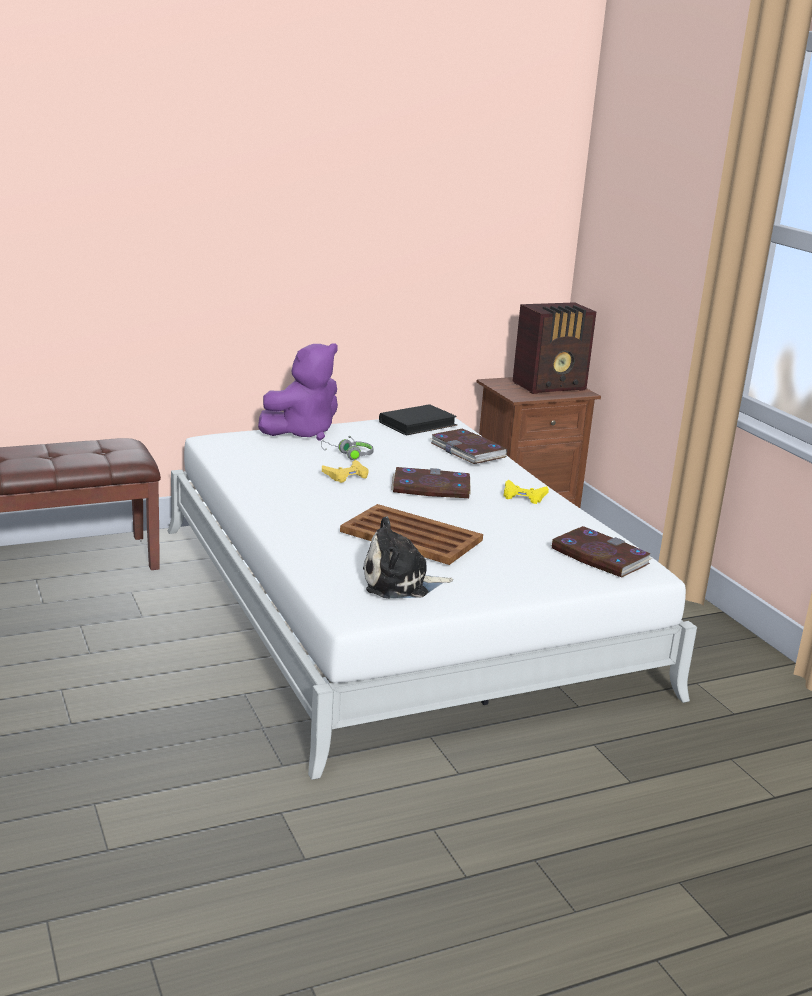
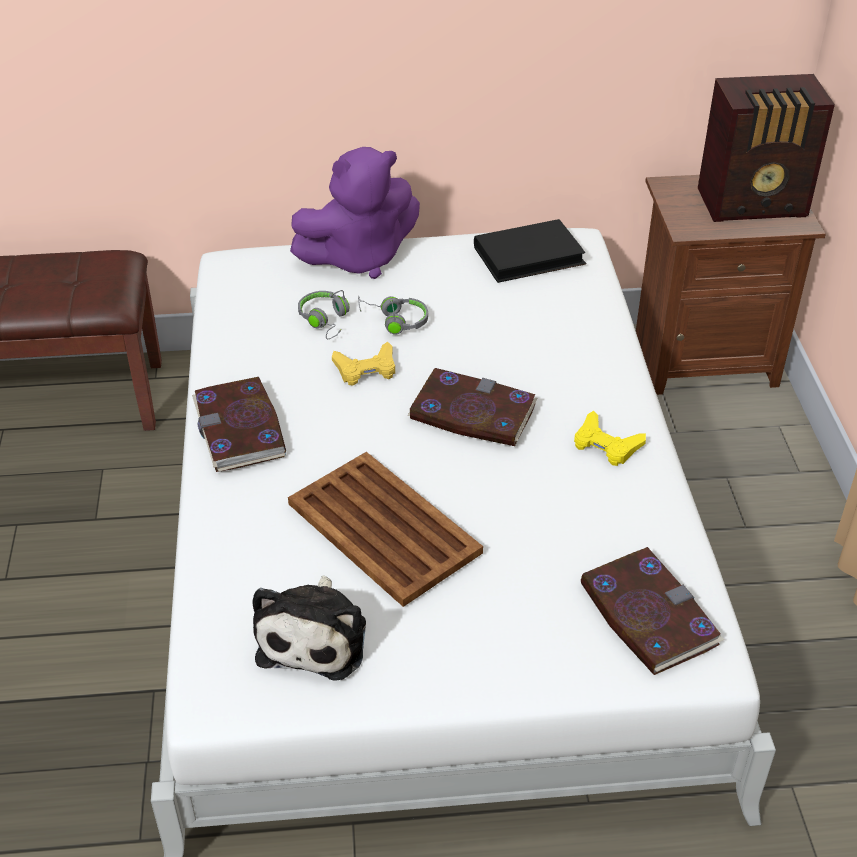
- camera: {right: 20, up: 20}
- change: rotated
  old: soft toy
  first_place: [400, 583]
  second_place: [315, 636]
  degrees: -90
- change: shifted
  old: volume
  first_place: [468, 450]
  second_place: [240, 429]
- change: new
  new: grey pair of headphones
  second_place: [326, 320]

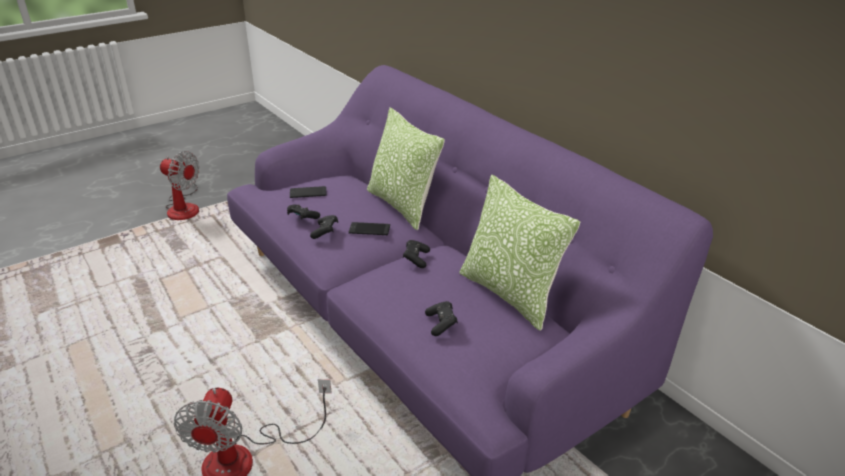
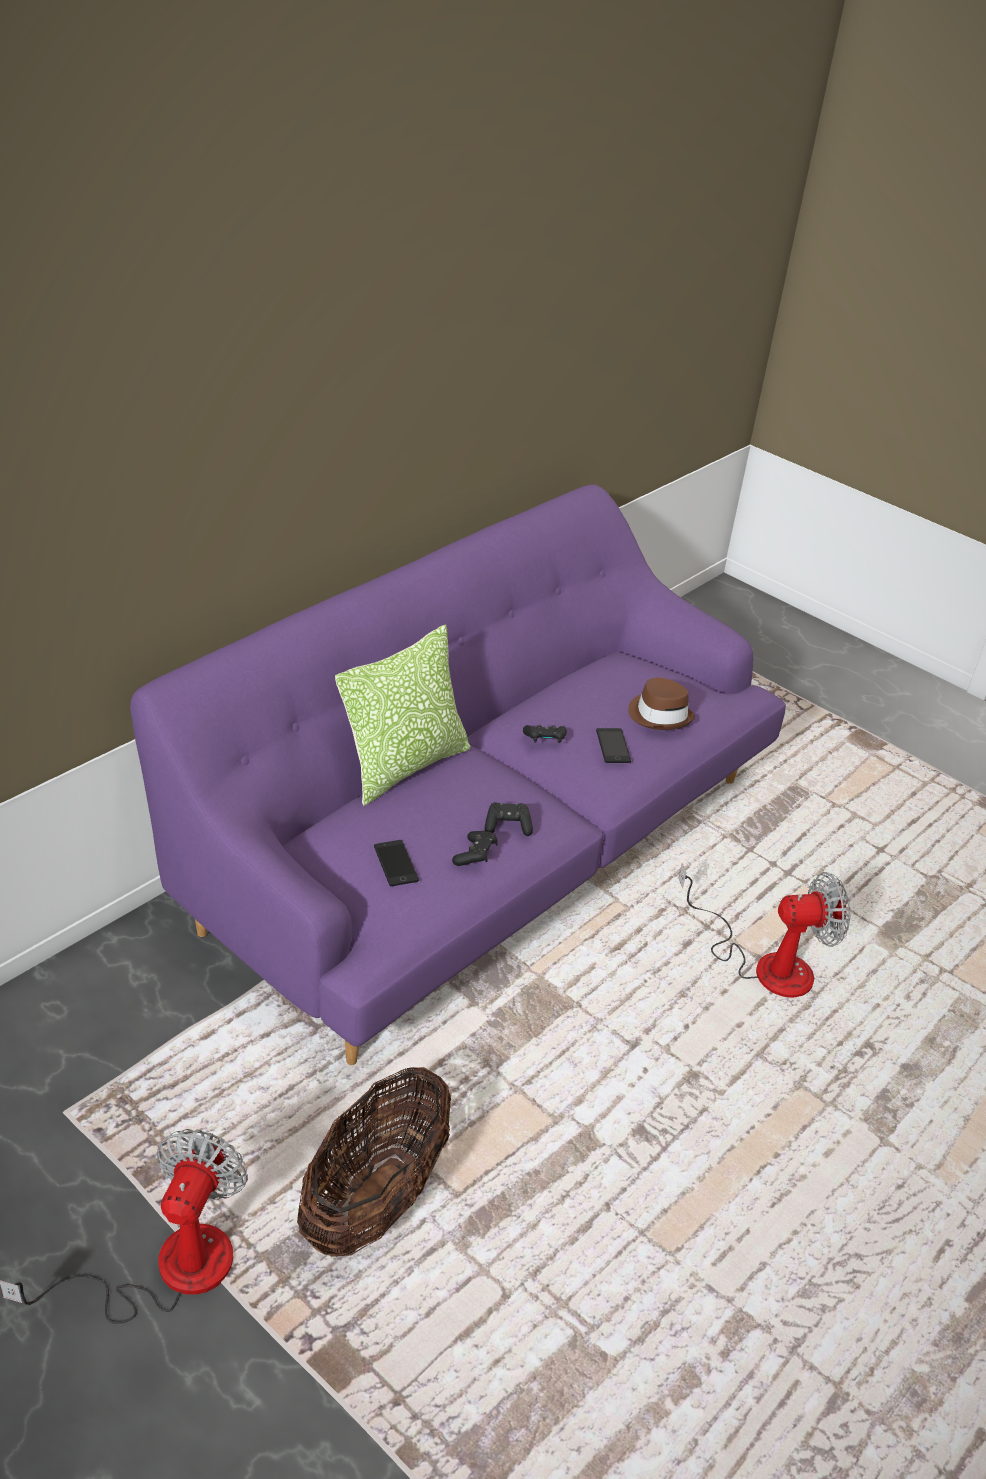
- camera: {right: -105, up: 5}
- change: shifted
  old: phone
  first_place: [369, 229]
  second_place: [613, 746]
- change: swapped
  old: black game controller
  new: brown-coloured wearable hat
  first_place: [441, 324]
  second_place: [660, 715]
- change: gone
  old: pillow
  first_place: [510, 294]
- change: new
  new: storage basket
  second_place: [375, 1199]

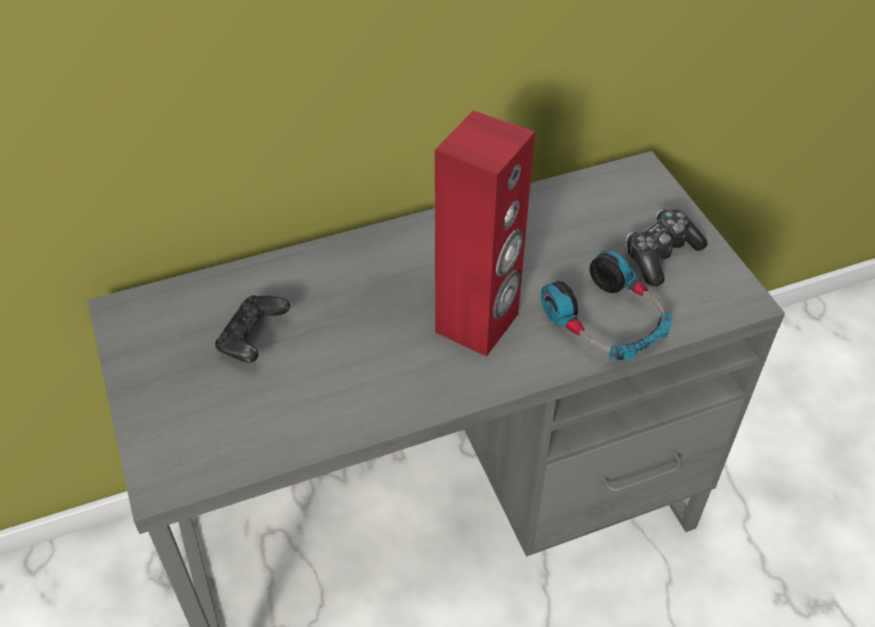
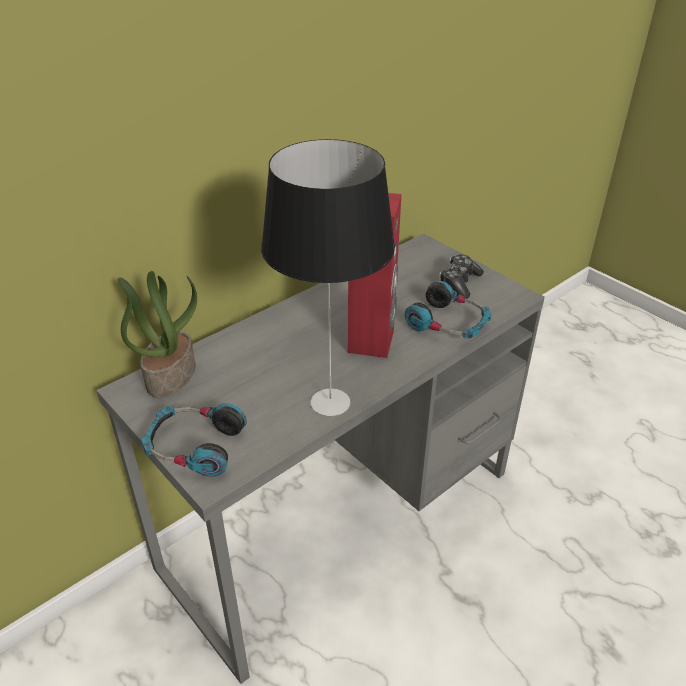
- camera: {right: -20, up: -10}
- change: gone
  old: black game controller
  first_place: [253, 340]
- change: new
  new: potted plant
  second_place: [170, 375]
- change: new
  new: pair of headphones
  second_place: [195, 446]
- change: new
  new: lamp for a table
  second_place: [330, 401]

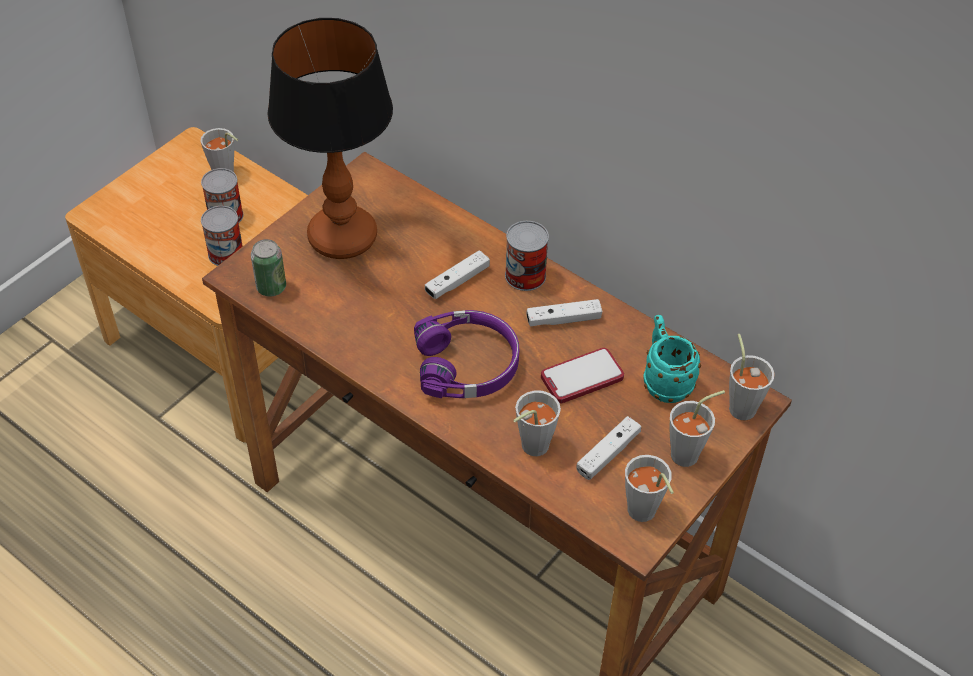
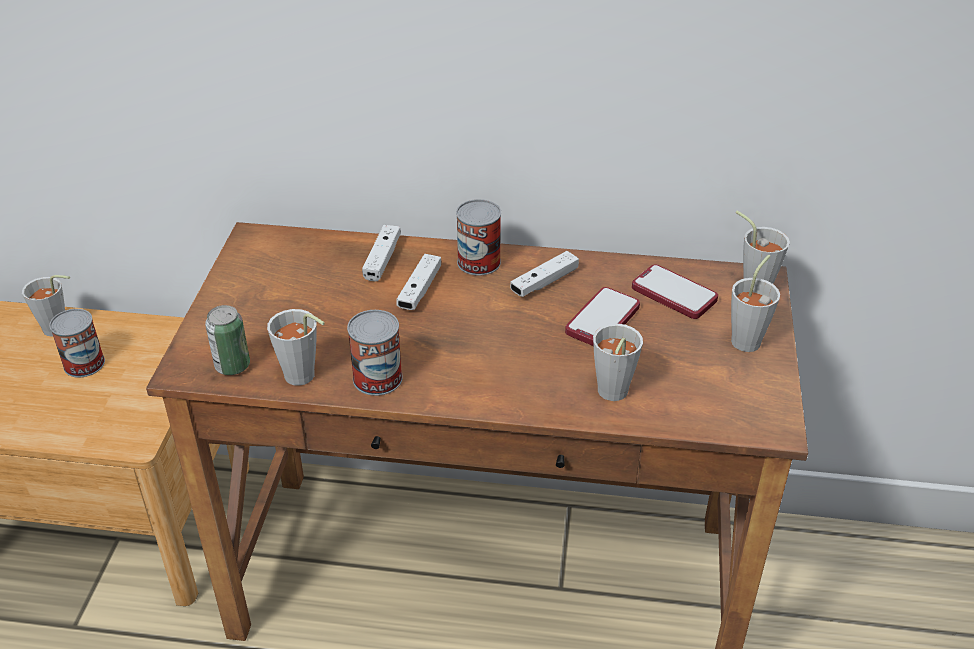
- camera: {right: -30, up: -10}
- change: shifted
  old: metal can
  first_place: [226, 253]
  second_place: [377, 378]
- change: gone
  old: lamp for a table
  first_place: [343, 236]
- change: gone
  old: purple pair of headphones
  first_place: [468, 364]
- change: shifted
  old: whitish game controller
  first_place: [608, 453]
  second_place: [382, 259]
- change: shifted
  old: grey drinking cup
  first_place: [644, 515]
  second_place: [304, 378]
- change: swapped
  old: turquoise-coloured tea mug
  new: phone
  first_place: [664, 381]
  second_place: [674, 294]

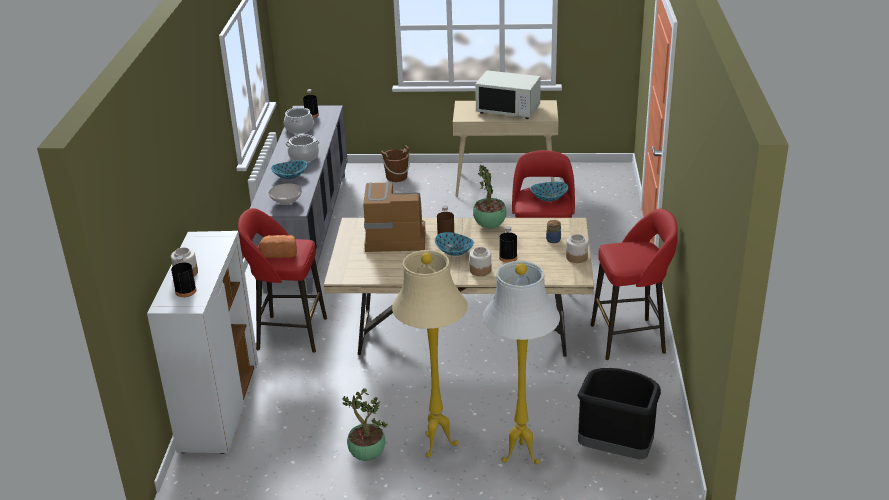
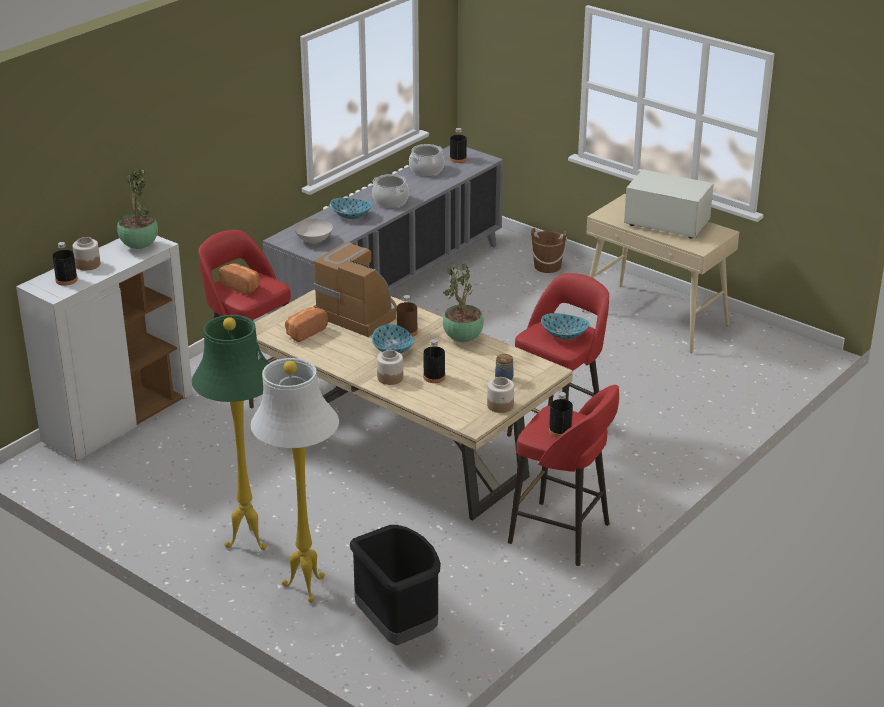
- camera: {right: 35, up: 0}
- change: shifted
  old: potted plant
  first_place: [366, 455]
  second_place: [139, 246]
- change: repainted
  old: beige-coloured floor lamp
  new: green floor lamp
  first_place: [436, 445]
  second_place: [247, 541]
- change: rotated
  old: whitish microwave
  first_place: [508, 110]
  second_place: [666, 224]
  degrees: 150
- change: new
  new: baked bread
  second_place: [304, 332]
- change: new
  new: black beverage bottle
  second_place: [560, 431]

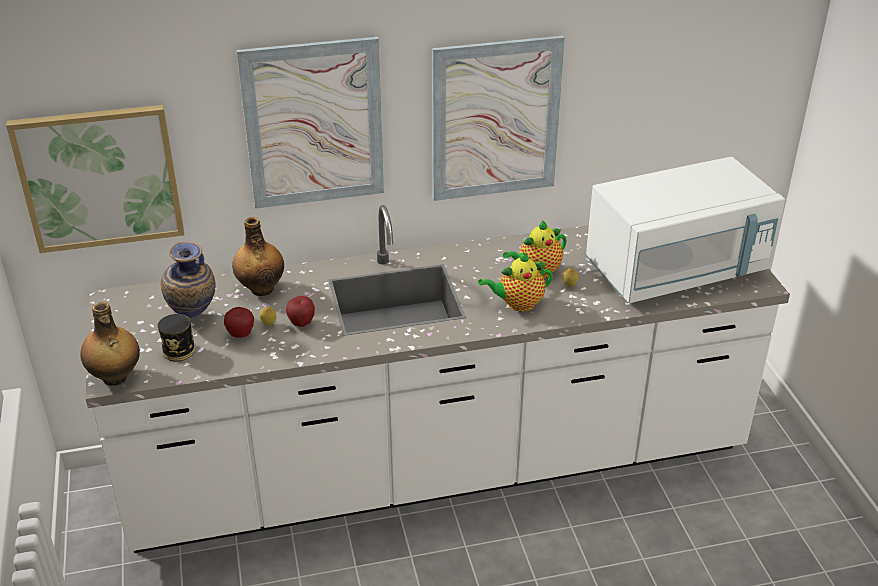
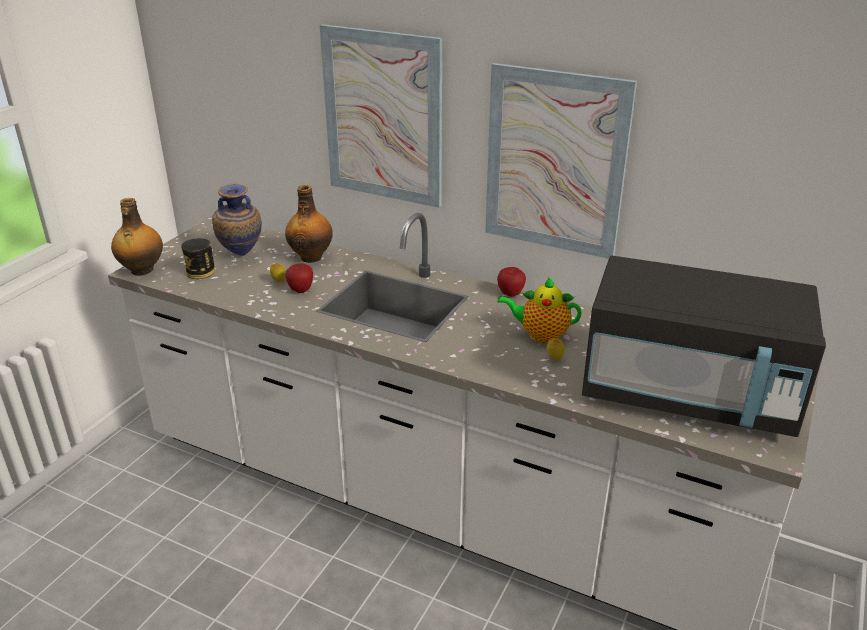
- camera: {right: 40, up: -5}
- change: gone
  old: picture
  first_place: [100, 178]
- change: shifted
  old: apple
  first_place: [241, 335]
  second_place: [510, 294]
- change: gone
  old: teapot
  first_place: [518, 304]
- change: repainted
  old: whitish microwave
  new: black microwave
  first_place: [676, 270]
  second_place: [688, 394]

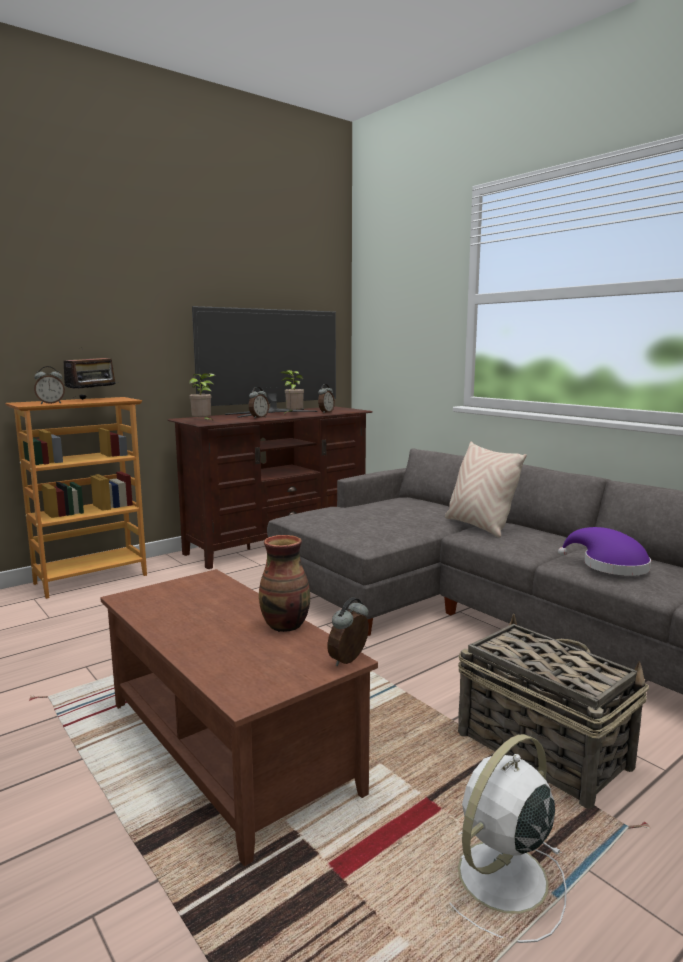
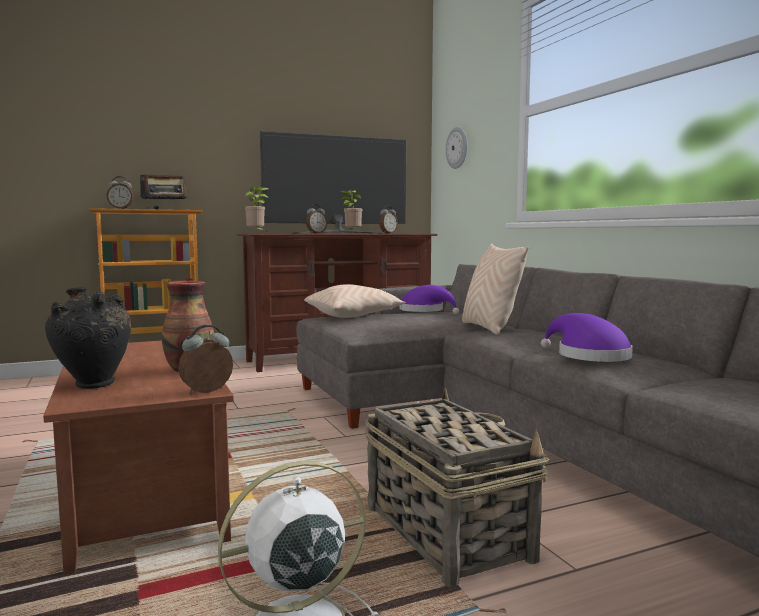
- camera: {right: 15, up: -5}
- change: new
  new: black decorative vase
  second_place: [93, 386]
- change: new
  new: beige-coloured pillow
  second_place: [354, 316]
- change: new
  new: purple wearable hat
  second_place: [425, 311]
- change: new
  new: wall clock
  second_place: [457, 148]

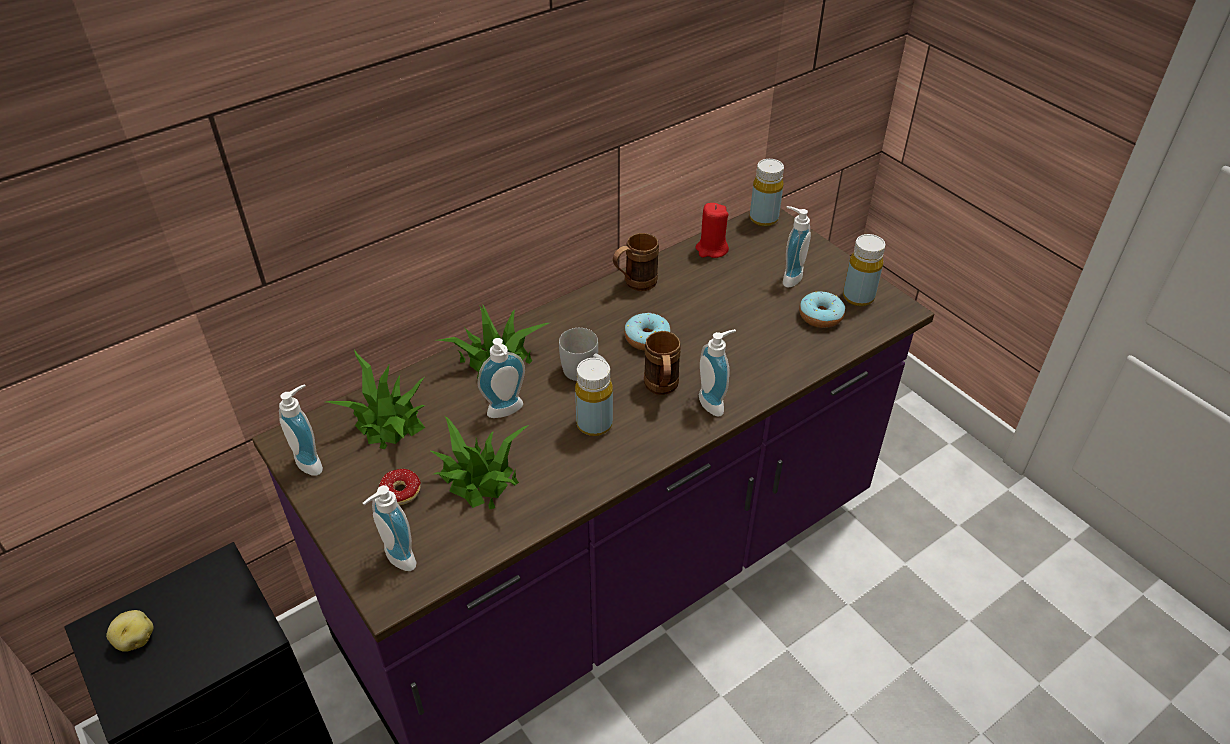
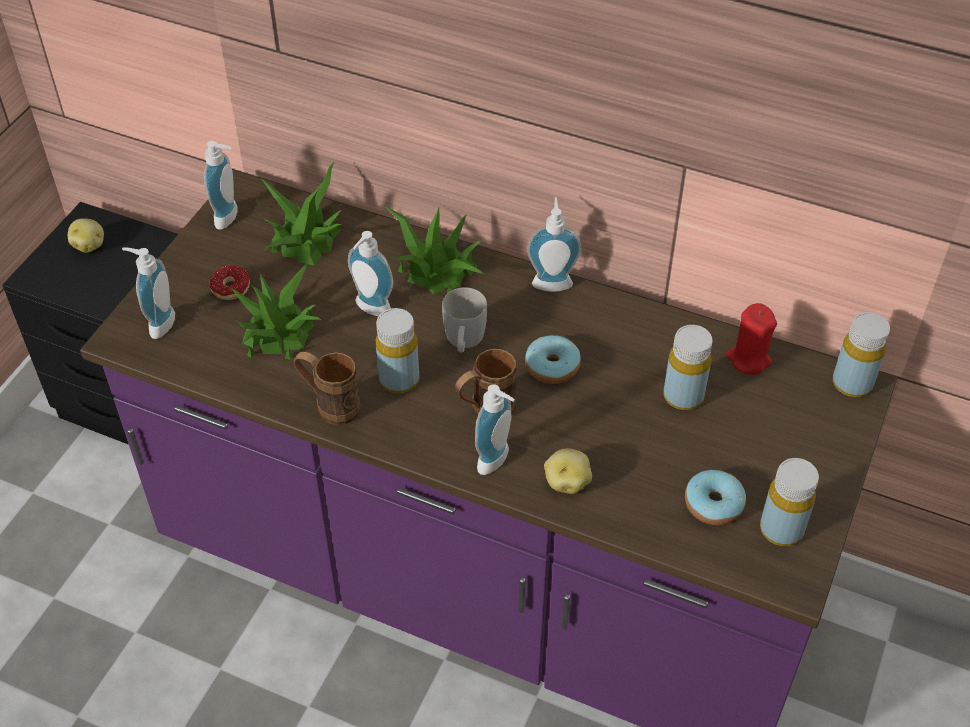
- camera: {right: 60, up: 5}
- change: shifted
  old: brown-coloured tea mug
  first_place: [634, 284]
  second_place: [330, 405]
- change: shifted
  old: soap bottle
  first_place: [789, 277]
  second_place: [552, 281]
- change: new
  new: spud
  second_place: [567, 482]
- change: new
  new: yellow beverage bottle
  second_place: [683, 396]

